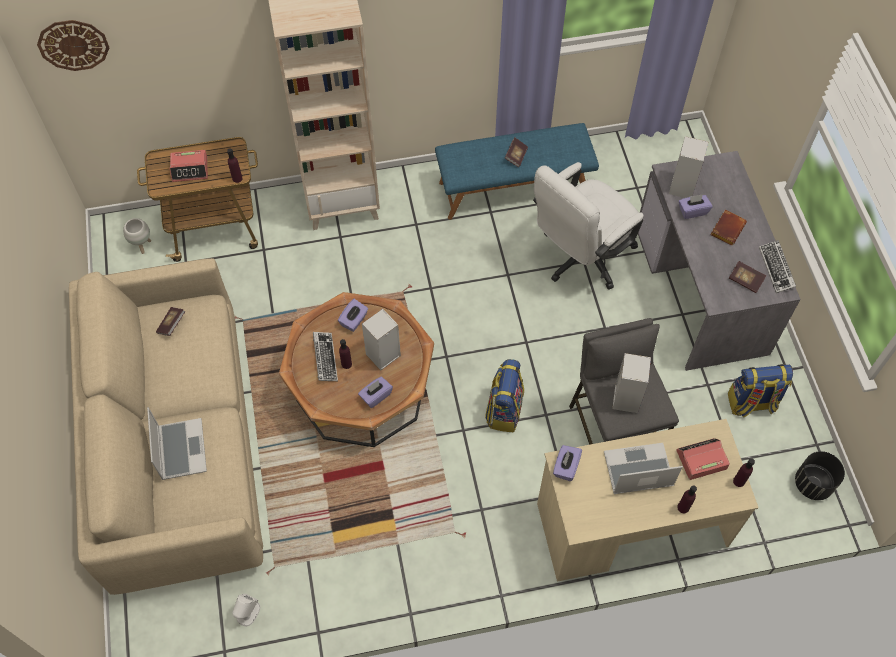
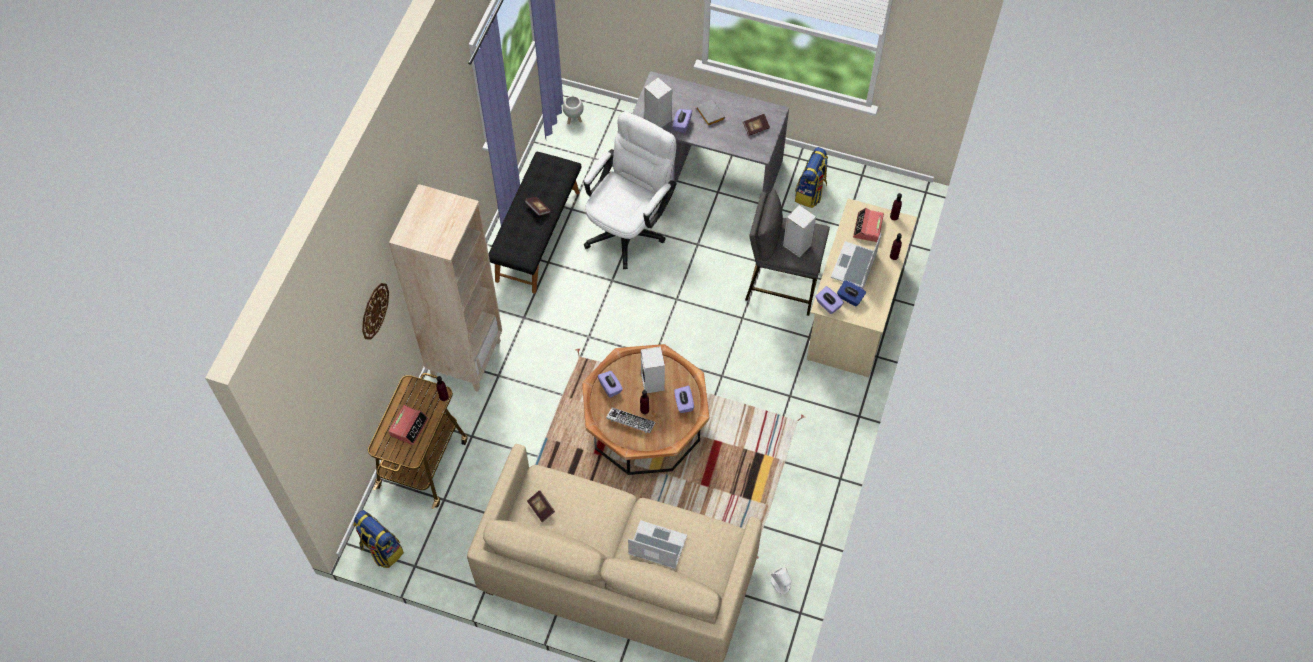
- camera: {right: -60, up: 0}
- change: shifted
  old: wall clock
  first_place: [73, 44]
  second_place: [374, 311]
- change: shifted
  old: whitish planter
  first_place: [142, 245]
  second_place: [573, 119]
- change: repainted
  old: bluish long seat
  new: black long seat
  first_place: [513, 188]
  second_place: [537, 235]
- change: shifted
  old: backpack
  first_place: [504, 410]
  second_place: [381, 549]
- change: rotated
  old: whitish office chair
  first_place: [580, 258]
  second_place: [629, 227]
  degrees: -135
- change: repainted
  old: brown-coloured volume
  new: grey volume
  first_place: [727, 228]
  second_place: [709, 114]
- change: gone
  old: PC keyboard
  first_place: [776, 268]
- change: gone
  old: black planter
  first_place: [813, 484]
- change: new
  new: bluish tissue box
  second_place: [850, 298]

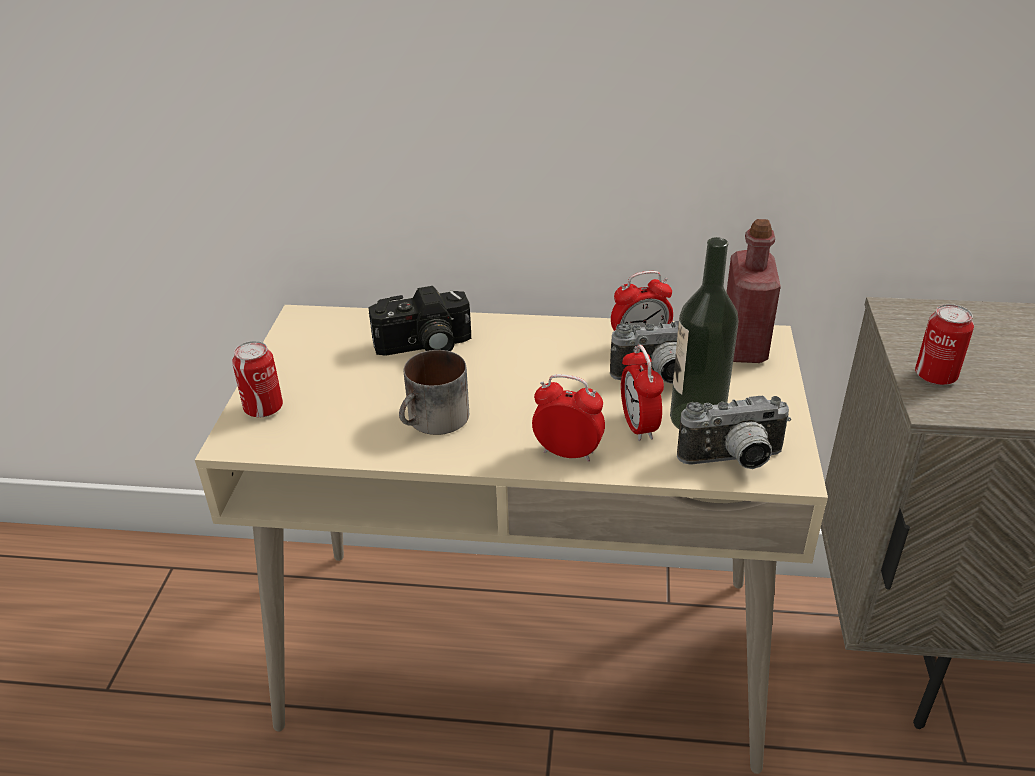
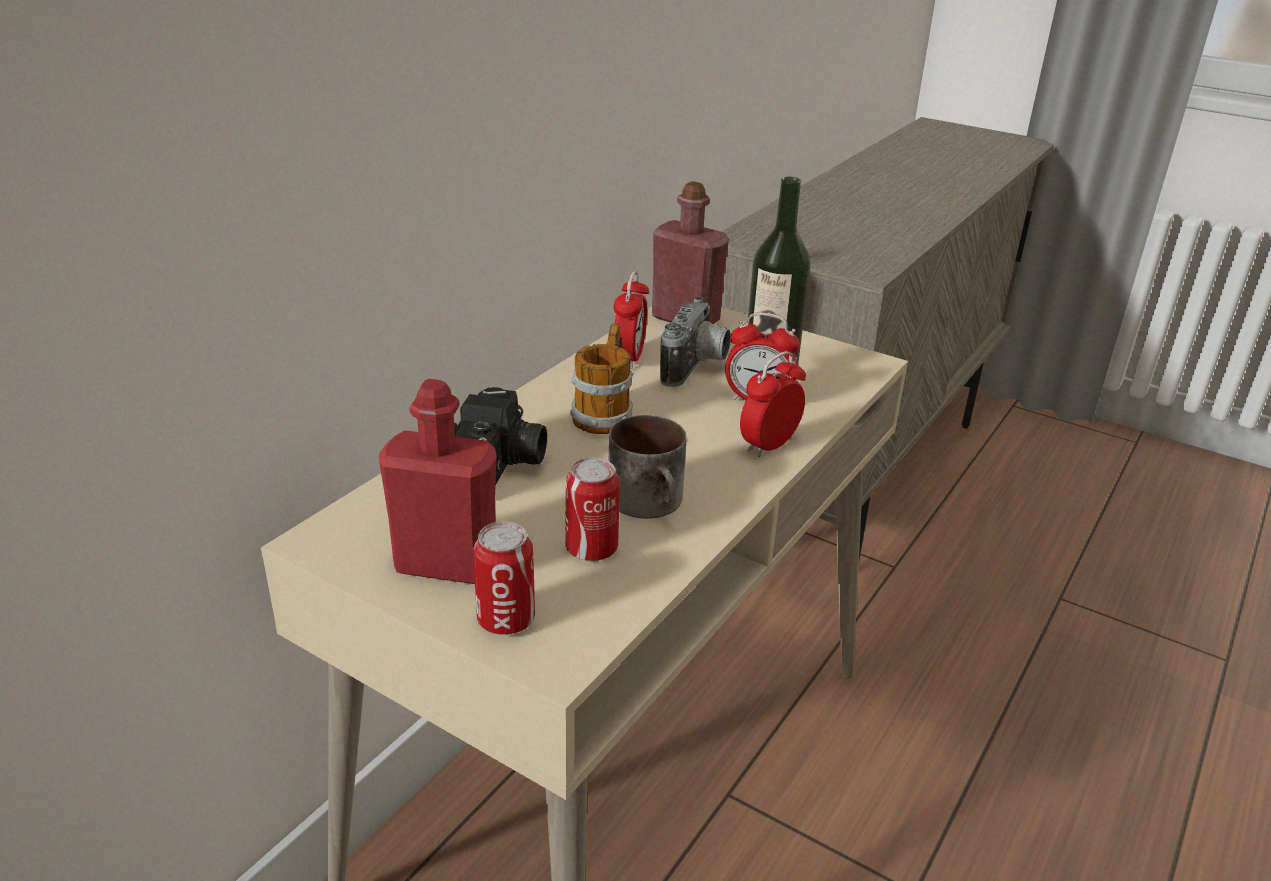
- camera: {right: -65, up: -5}
- change: gone
  old: still camera
  first_place: [734, 461]
- change: shifted
  old: metal can
  first_place: [935, 376]
  second_place: [591, 549]
- change: new
  new: red beverage bottle
  second_place: [446, 564]
- change: new
  new: tea mug
  second_place: [605, 413]

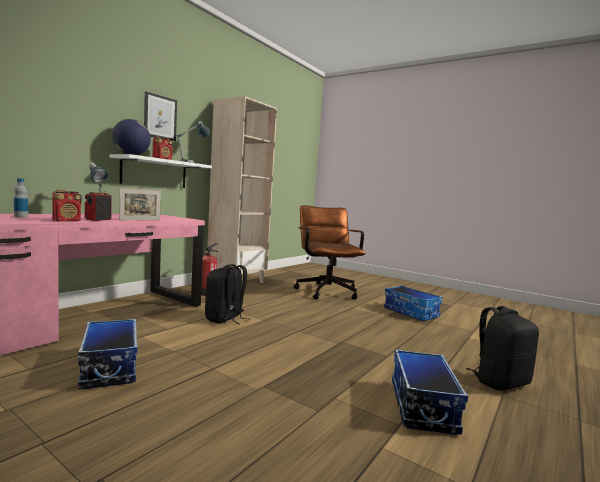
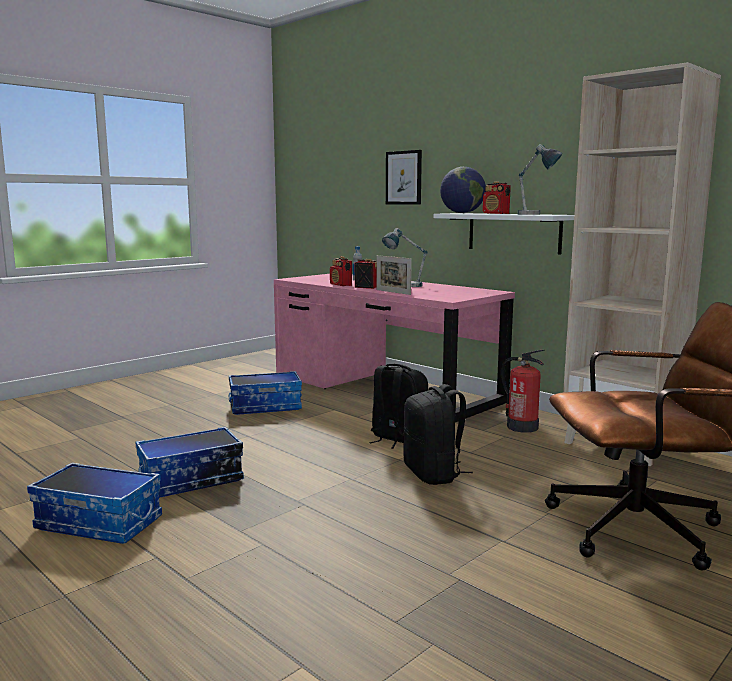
- camera: {right: 100, up: 5}
- change: shifted
  old: picture
  first_place: [160, 117]
  second_place: [404, 178]
- change: shifted
  old: storage bin
  first_place: [411, 312]
  second_place: [191, 481]
- change: shifted
  old: black backpack
  first_place: [500, 382]
  second_place: [433, 474]

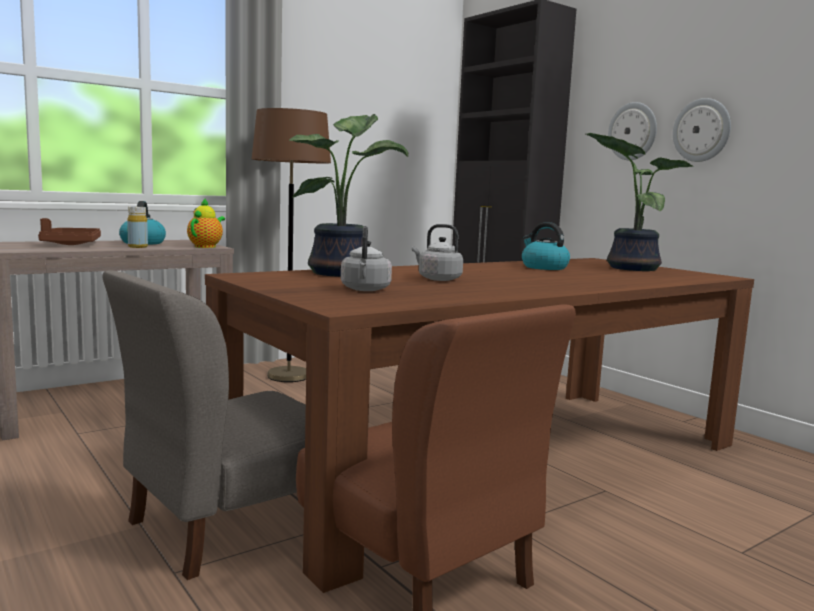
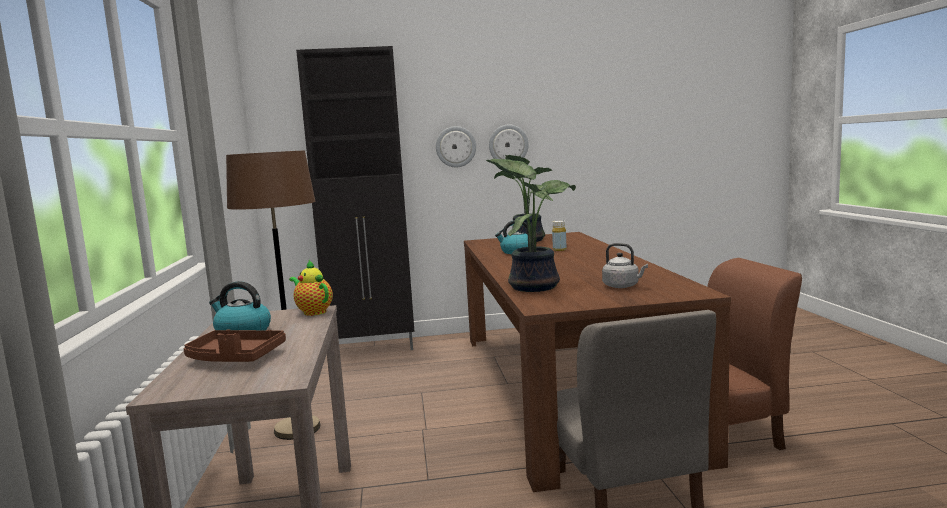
- camera: {right: -60, up: 0}
- change: shifted
  old: yellow beverage bottle
  first_place: [138, 247]
  second_place: [559, 250]
- change: gone
  old: grey tea kettle
  first_place: [437, 279]

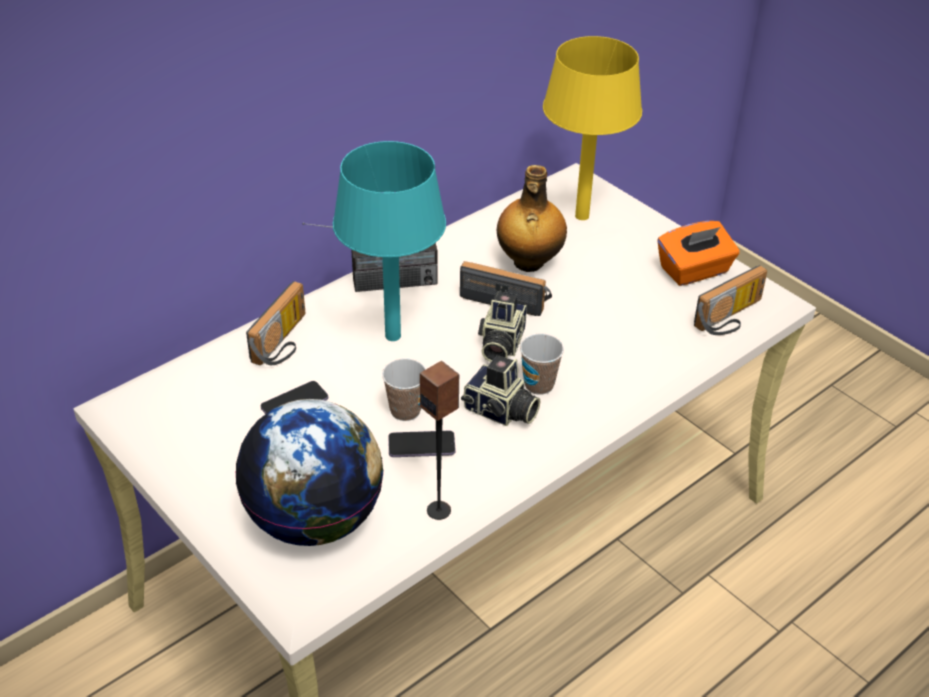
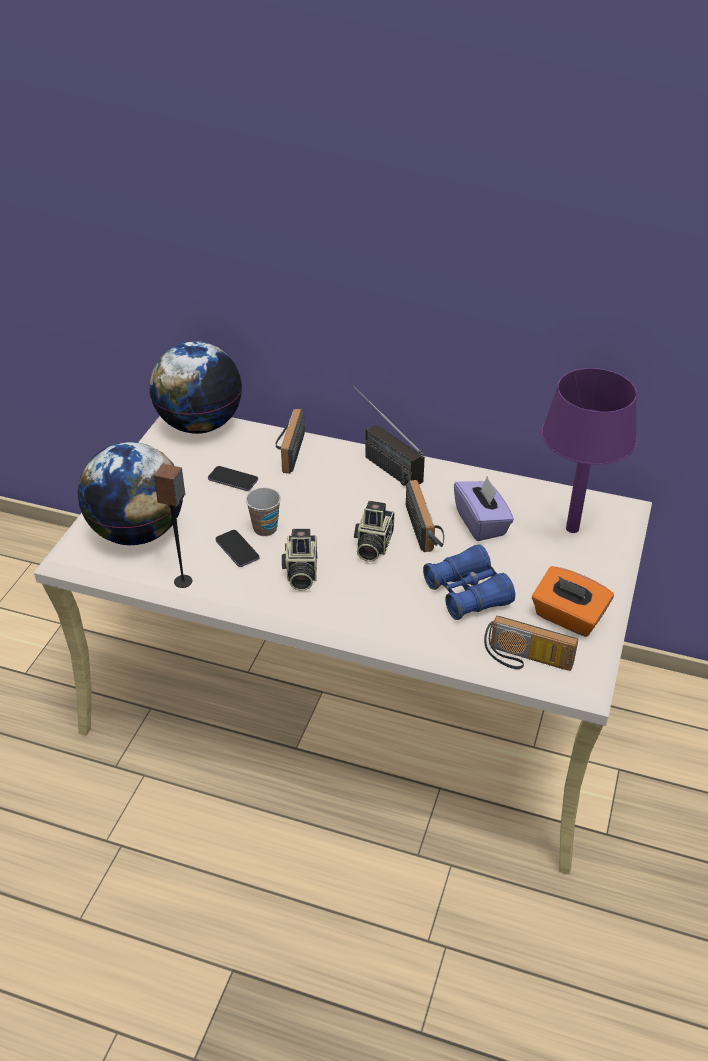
- camera: {right: 60, up: 0}
- change: rotated
  old: radio set
  first_place: [284, 342]
  second_place: [287, 450]
  degrees: 105
- change: gone
  old: turquoise-coloured lamp for a table
  first_place: [394, 335]
- change: rotated
  old: still camera
  first_place: [500, 344]
  second_place: [372, 545]
  degrees: -60
- change: swapped
  old: beverage bottle
  new: purple tissue box
  first_place: [528, 263]
  second_place: [481, 523]
- change: gone
  old: drinking cup
  first_place: [539, 385]
- change: repainted
  old: yellow lamp for a table
  new: purple lamp for a table
  first_place: [583, 216]
  second_place: [572, 529]
- change: new
  new: world globe
  second_place: [199, 424]
- change: new
  new: bluish field glasses
  second_place: [467, 593]

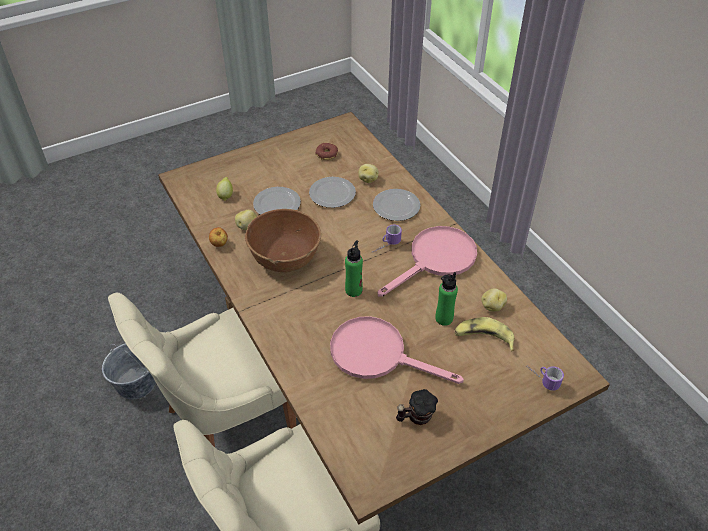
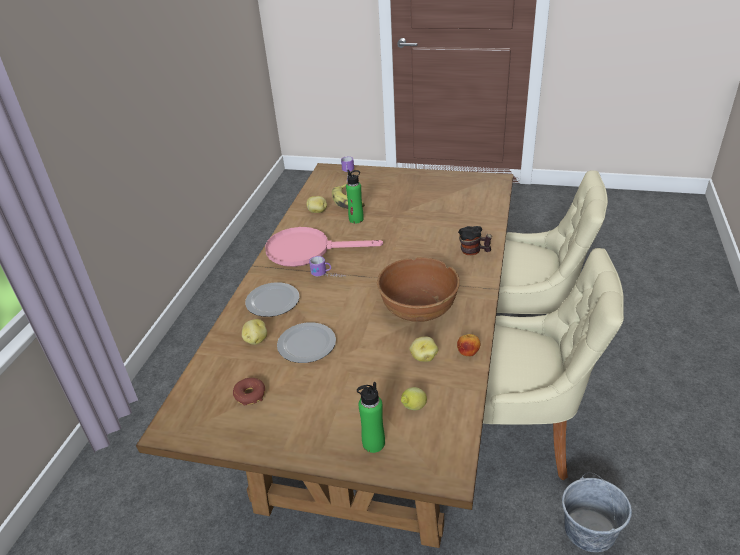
- camera: {right: -135, up: -10}
- change: gone
  old: flat dish
  first_place: [277, 205]
- change: gone
  old: pink pan
  first_place: [378, 354]
- change: shifted
  old: green beverage bottle
  first_place: [353, 290]
  second_place: [373, 443]
- change: shifted
  old: tea mug
  first_place: [415, 417]
  second_place: [473, 252]

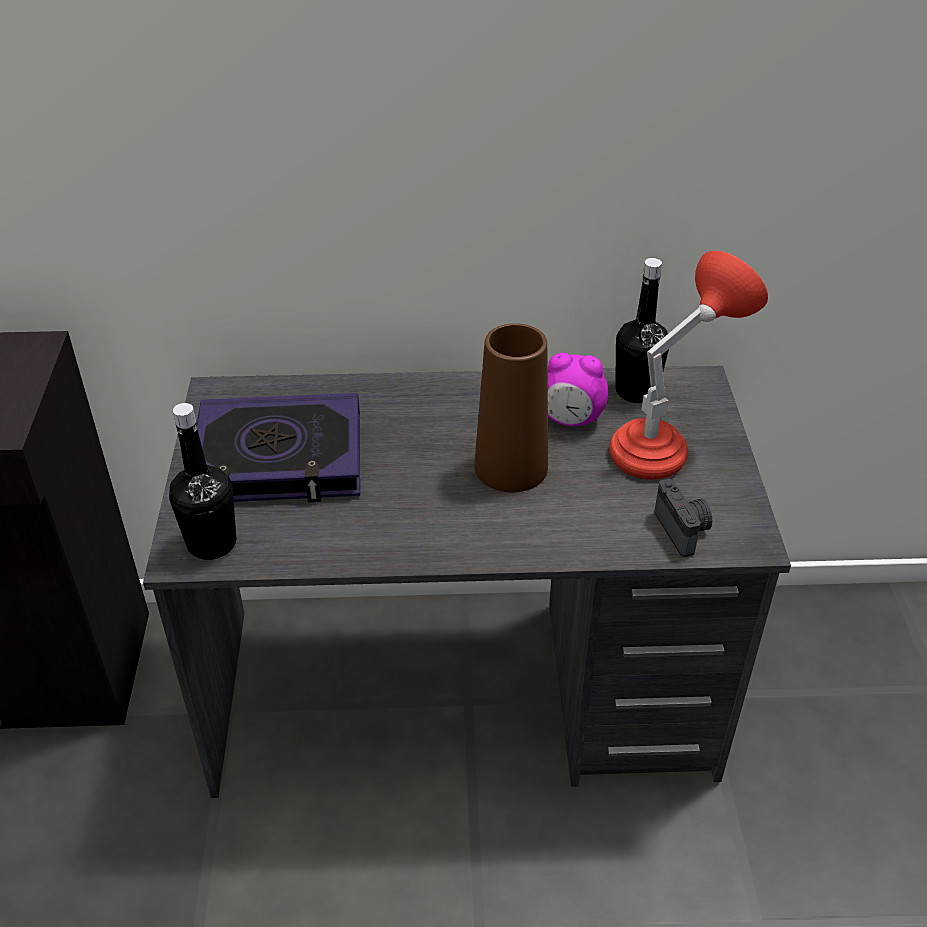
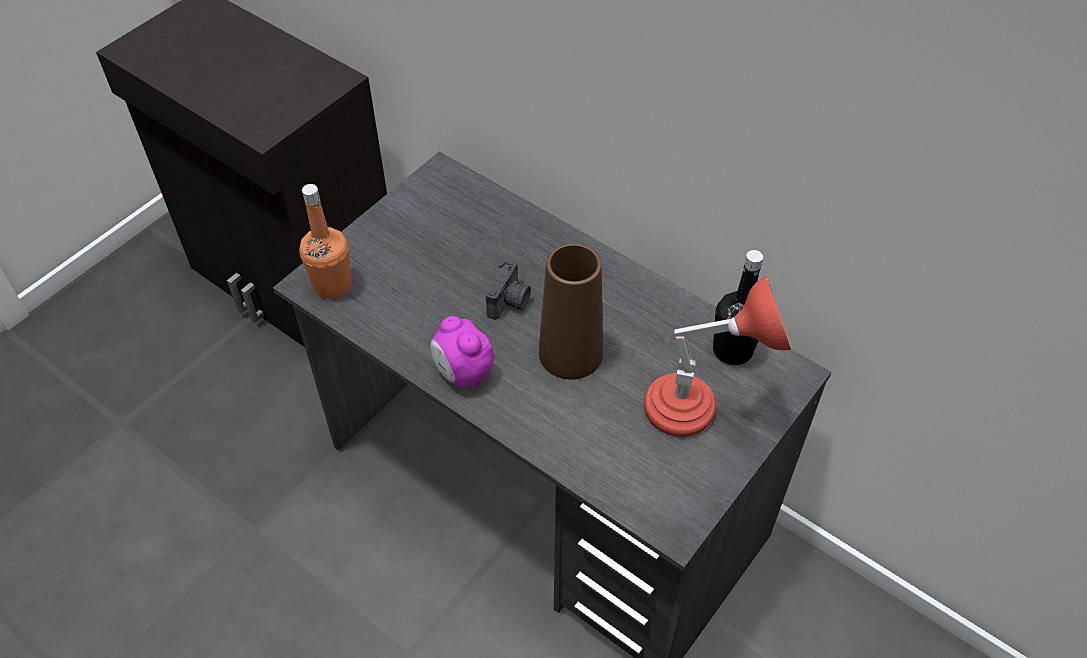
- camera: {right: 40, up: 10}
- change: repainted
  old: black beverage bottle
  new: orange-coloured beverage bottle
  first_place: [212, 543]
  second_place: [333, 286]
- change: gone
  old: volume
  first_place: [279, 460]
- change: shifted
  old: bedside clock
  first_place: [571, 420]
  second_place: [463, 373]
- change: shifted
  old: still camera
  first_place: [683, 530]
  second_place: [510, 301]

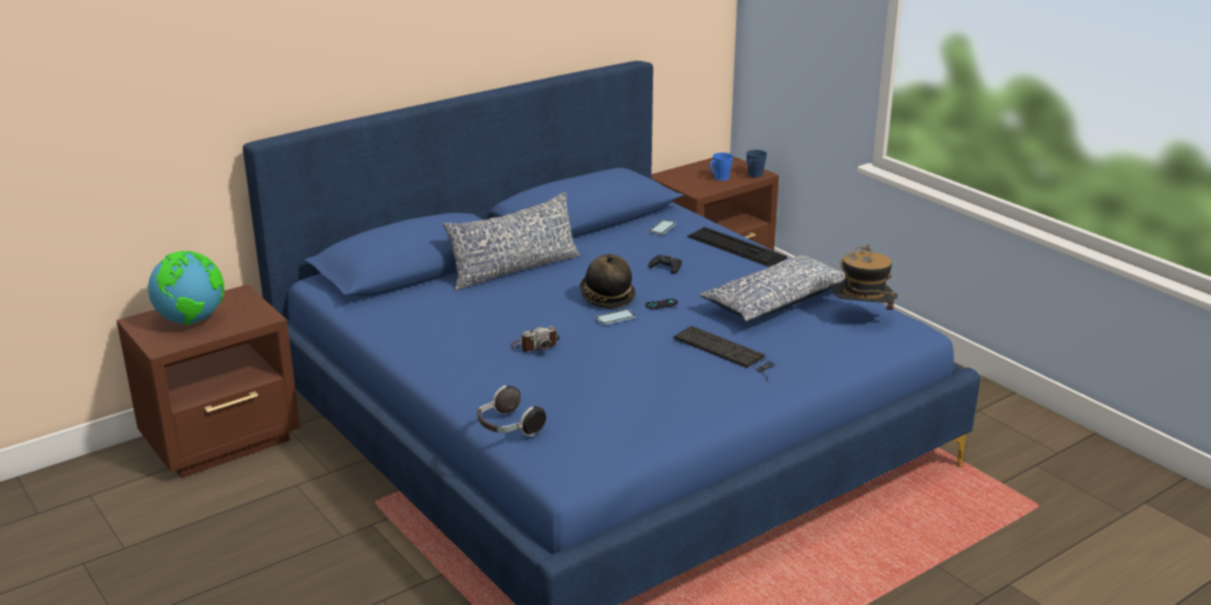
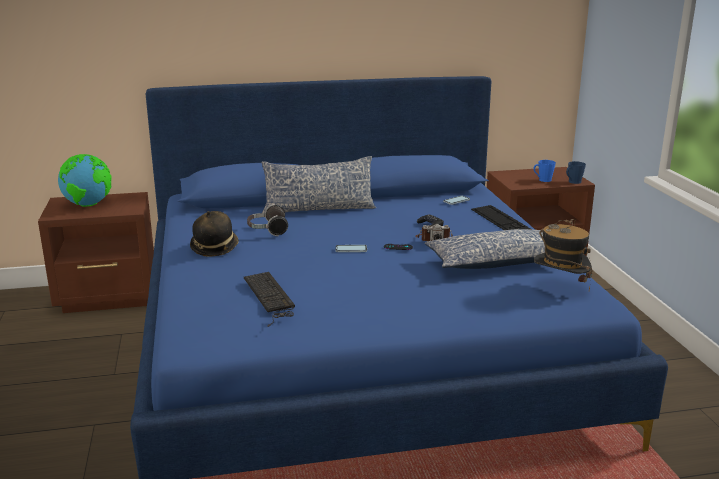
- camera: {right: 25, up: -5}
- change: shifted
  old: pair of headphones
  first_place: [508, 427]
  second_place: [267, 230]
- change: shifted
  old: still camera
  first_place: [535, 345]
  second_place: [433, 239]
- change: shifted
  old: wearable hat
  first_place: [606, 297]
  second_place: [214, 248]
- change: shifted
  old: PC keyboard
  first_place: [727, 352]
  second_place: [270, 297]

